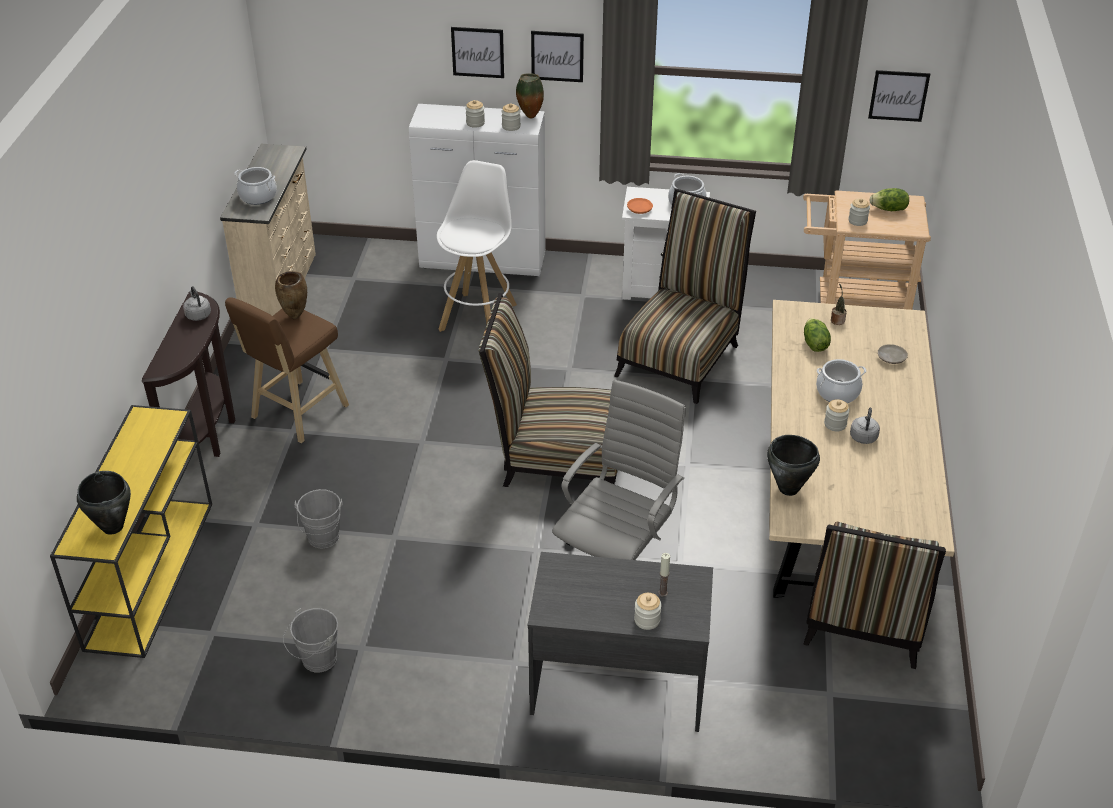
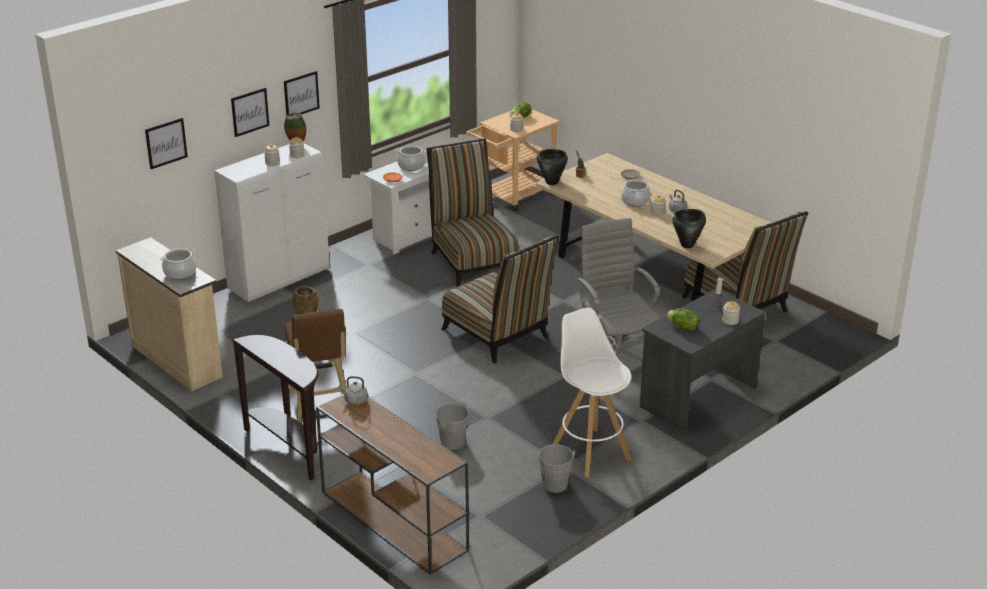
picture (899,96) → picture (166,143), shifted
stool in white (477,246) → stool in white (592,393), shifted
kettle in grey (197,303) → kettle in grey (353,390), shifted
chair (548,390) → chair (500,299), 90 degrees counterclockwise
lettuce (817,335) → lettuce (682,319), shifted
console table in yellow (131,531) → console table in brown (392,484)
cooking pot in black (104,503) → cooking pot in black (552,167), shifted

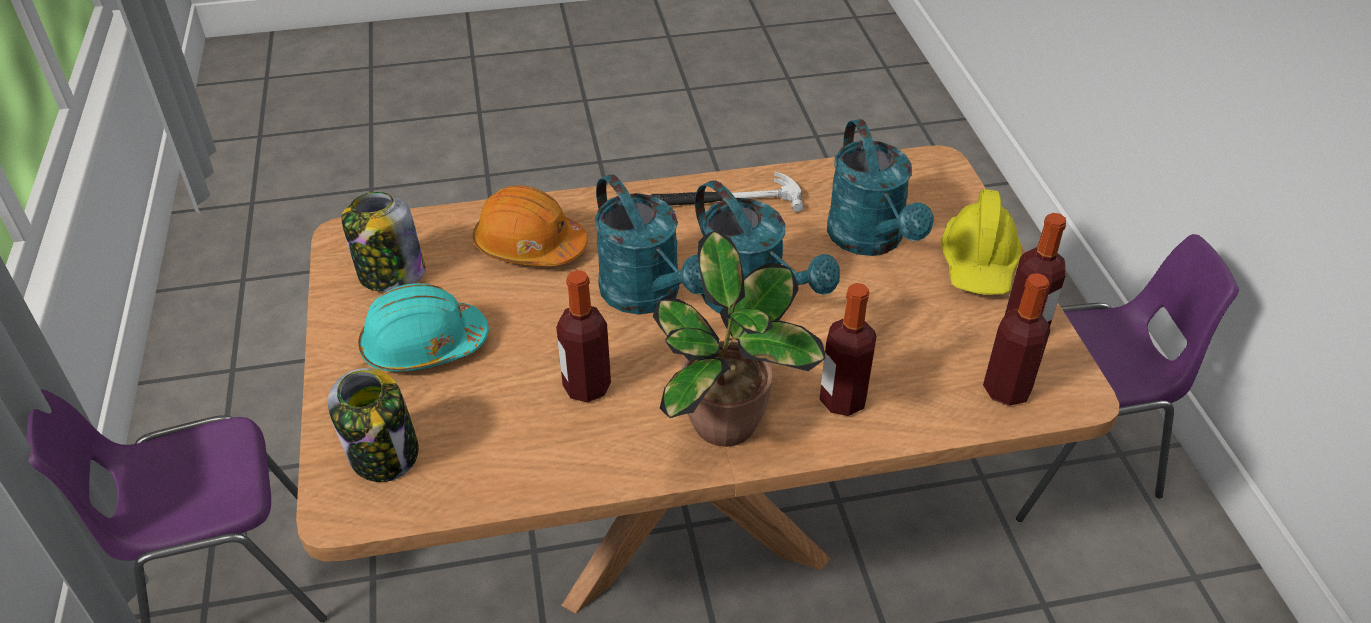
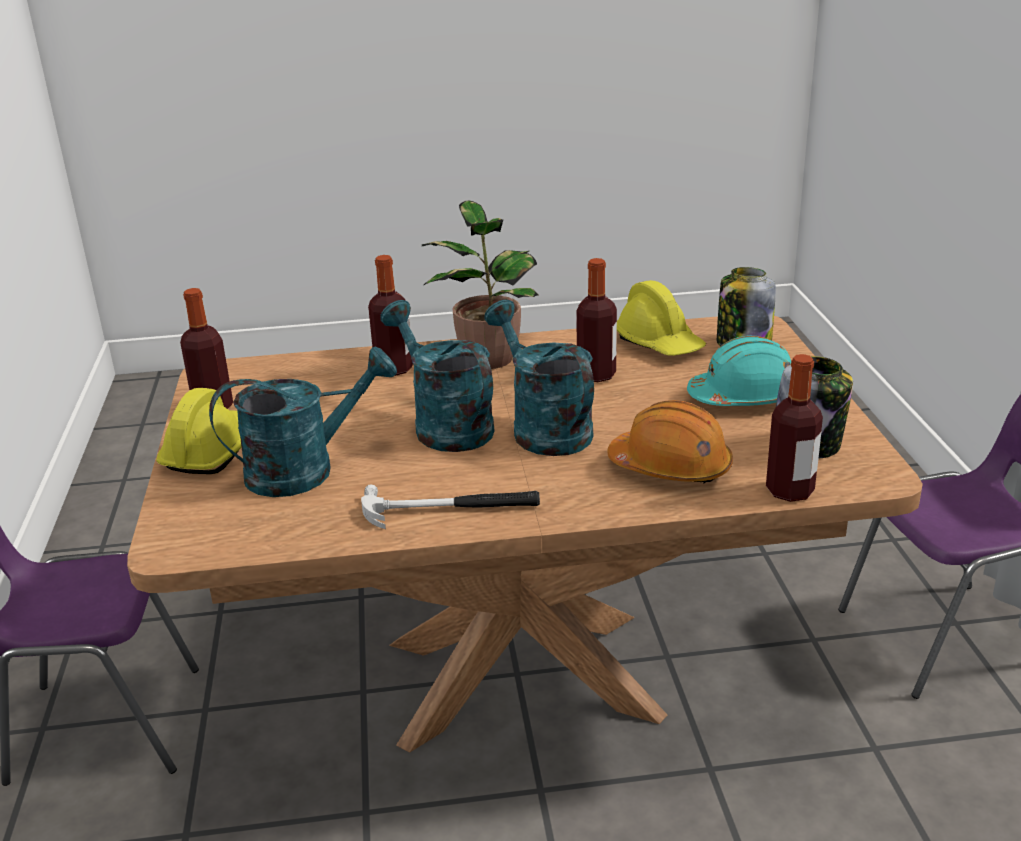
watering can in turquoise (880,187) → watering can in turquoise (303,422), 75 degrees clockwise
bottle (1016,339) → bottle (794,428), shifted
- → hard hat in yellow (661,318)

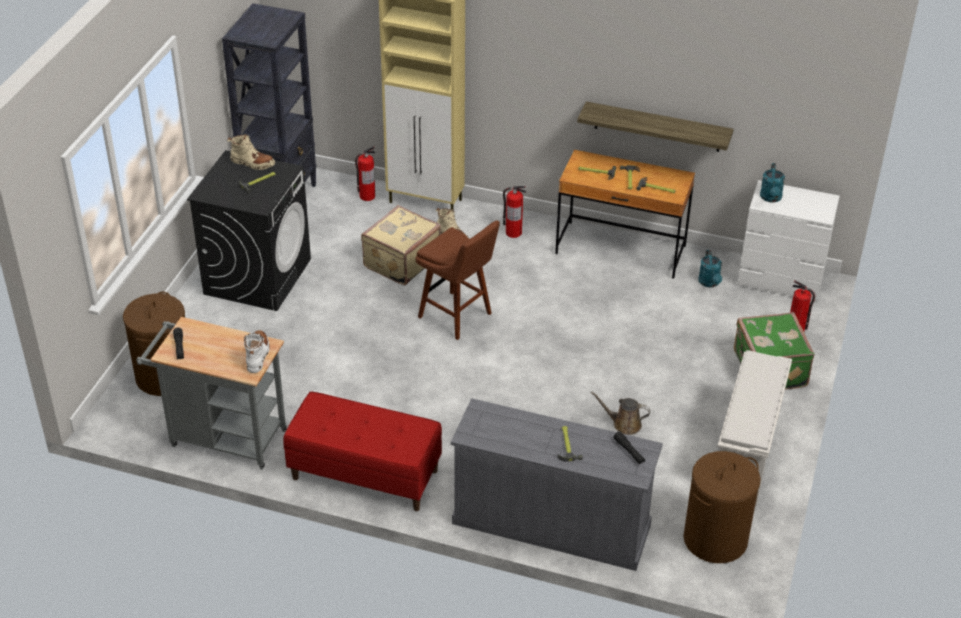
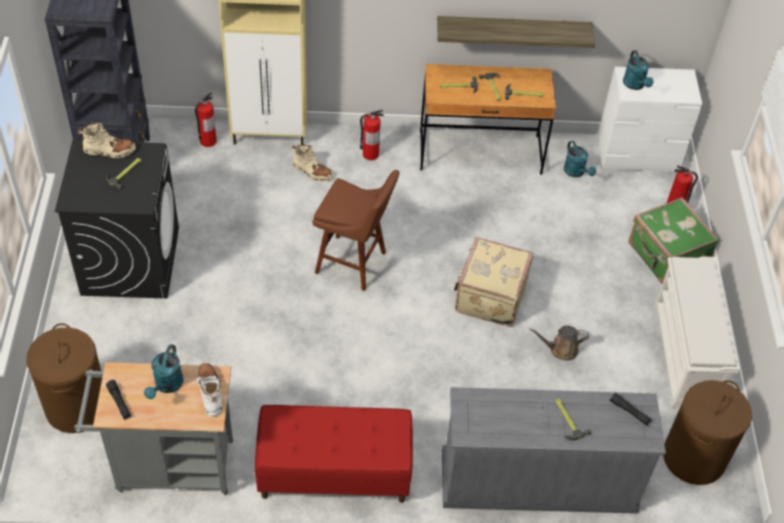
suitcase in beige (401,245) → suitcase in beige (493,282), shifted
- → watering can in turquoise (163,371)

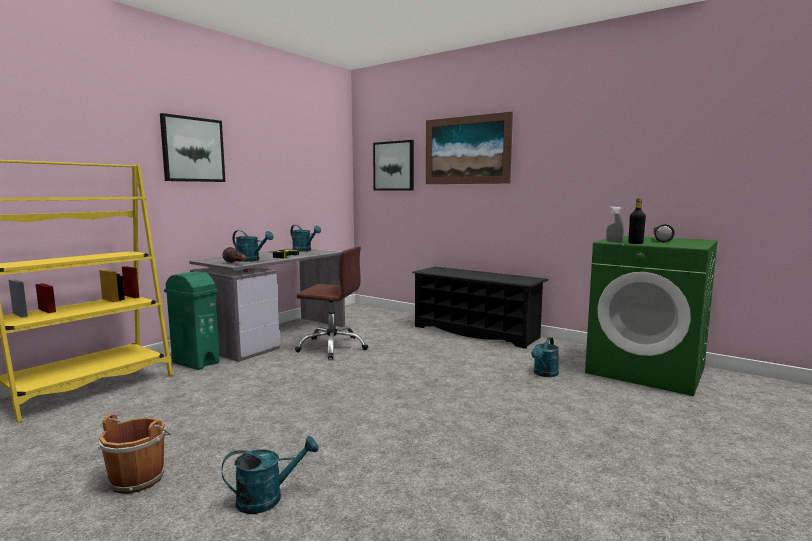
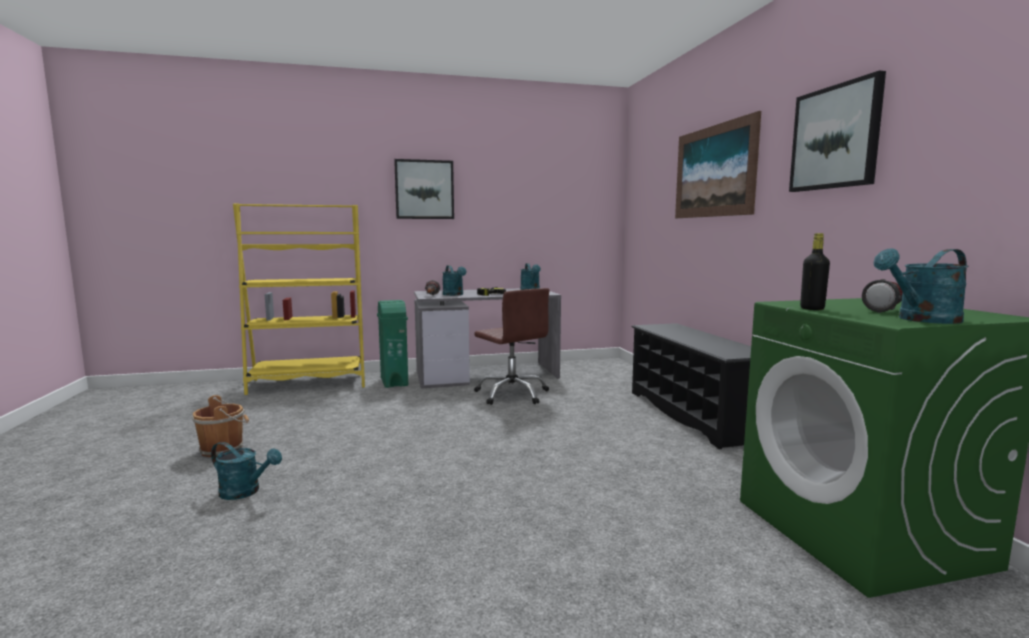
picture (393,165) → picture (837,131), shifted
spray bottle in grey (615,224) → -
watering can in turquoise (545,357) → watering can in turquoise (921,286), shifted

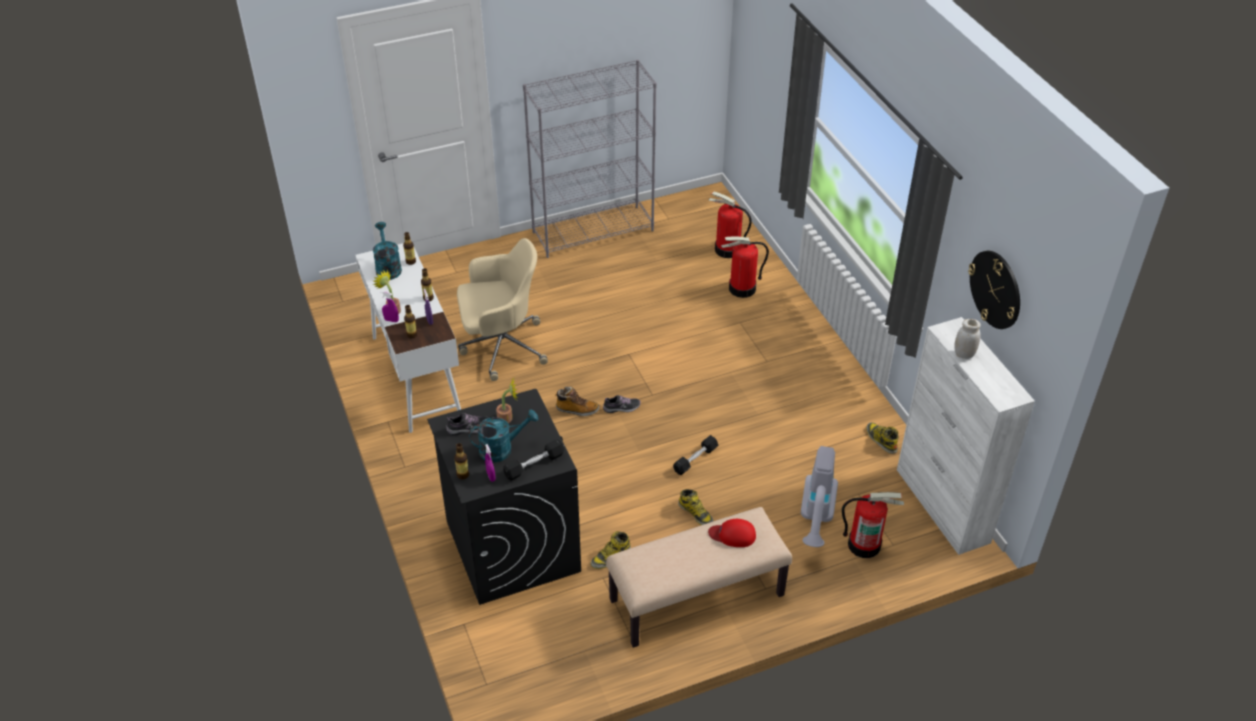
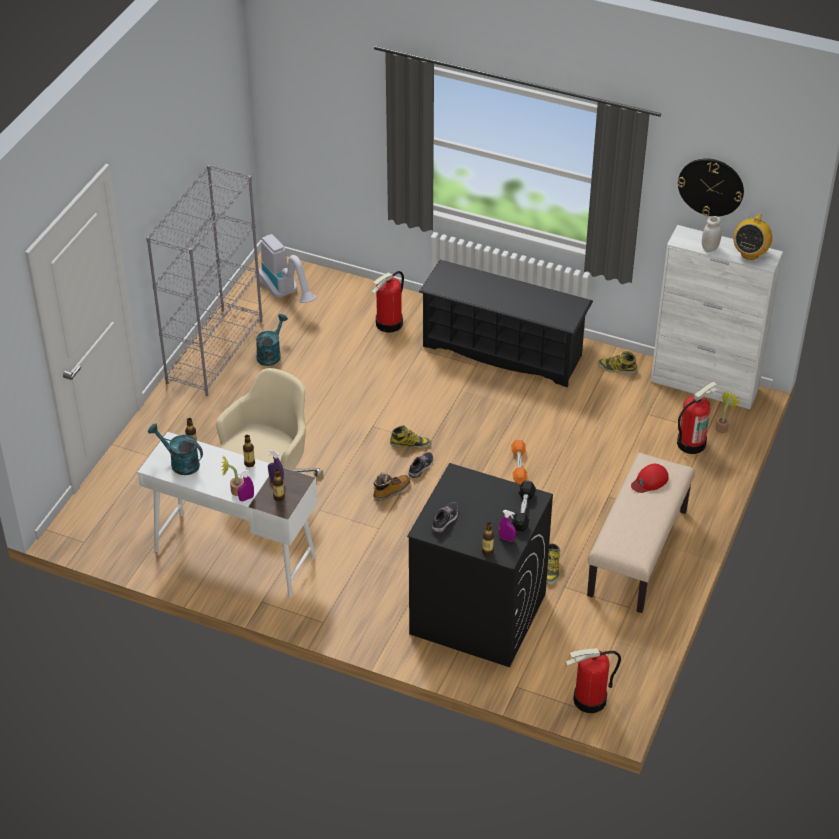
fire extinguisher (730,224) → fire extinguisher (593,680), shifted
potted plant (507,400) → potted plant (727,412), shifted
watering can in turquoise (503,435) → watering can in turquoise (272,340), shifted
dumbbell in black (695,455) → dumbbell in orange (519,462)
vacuum cleaner (819,496) → vacuum cleaner (287,268), shifted
boot (696,507) → boot (410,437), shifted
- → radio (752,235)
- → shoe rack in black (506,323)

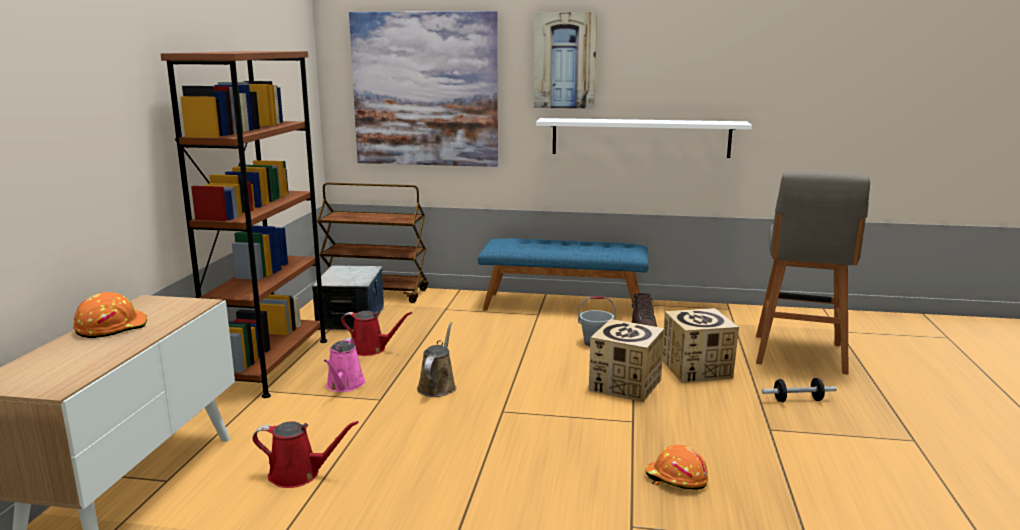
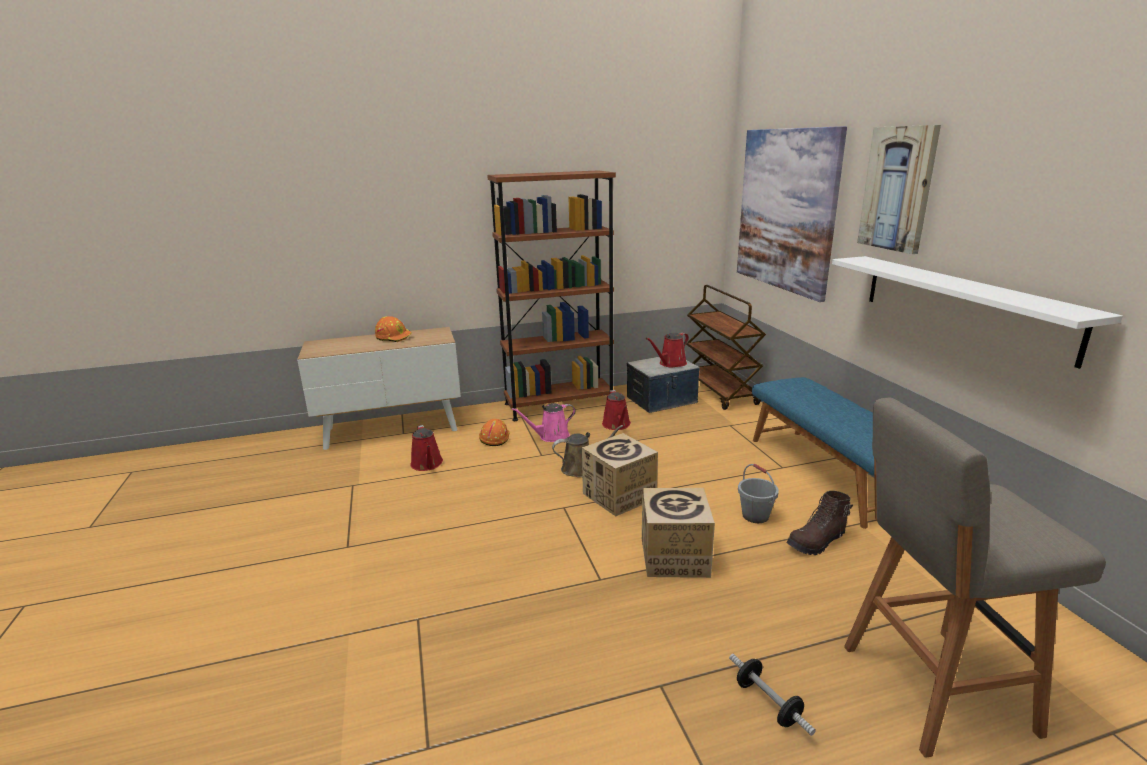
cardboard box (700,345) → cardboard box (620,474), shifted
hard hat in orange (676,467) → hard hat in orange (494,432), shifted
- → watering can in red (667,350)

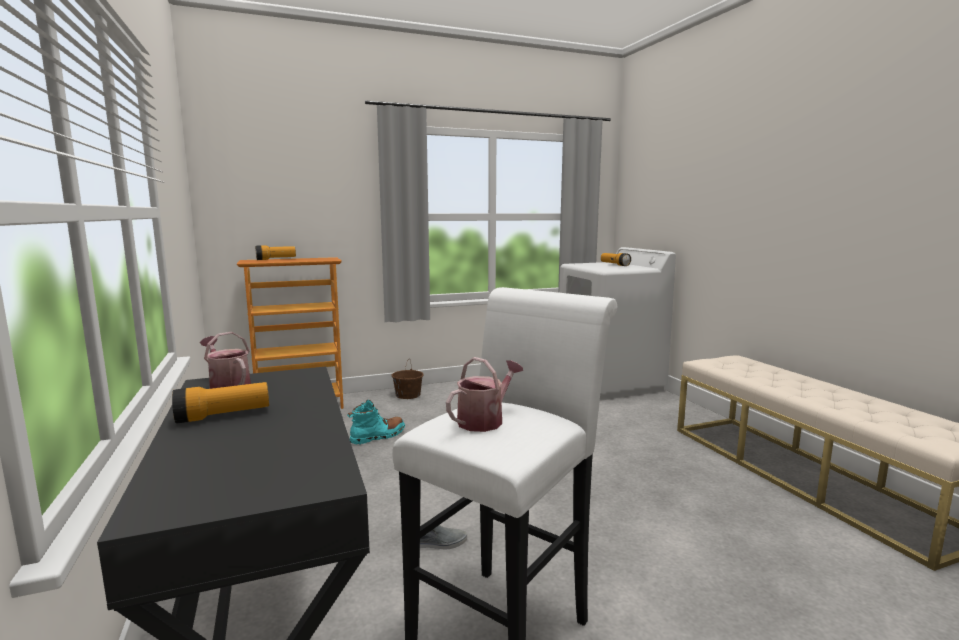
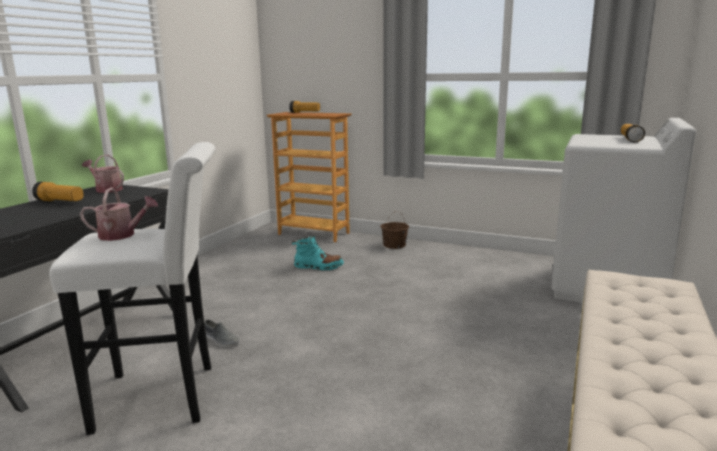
watering can (225,360) → watering can (103,174), 60 degrees counterclockwise

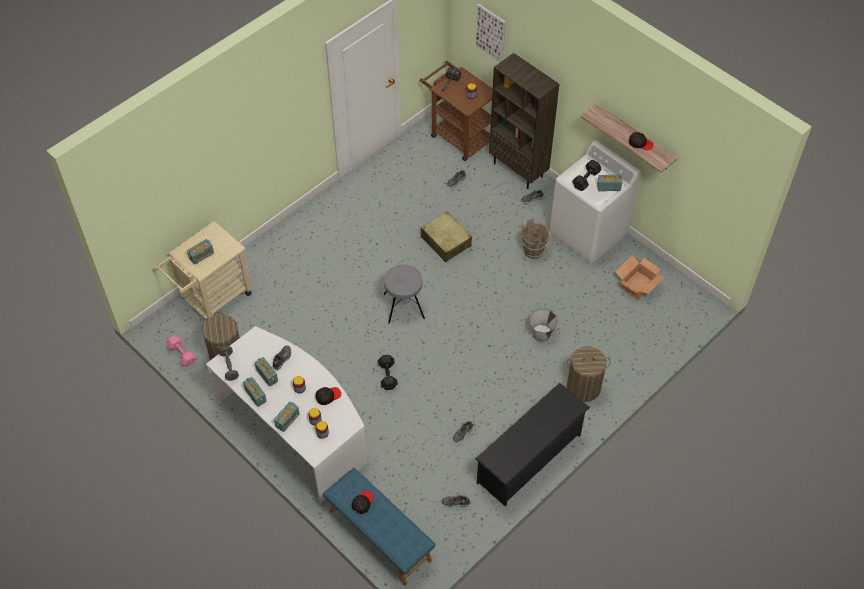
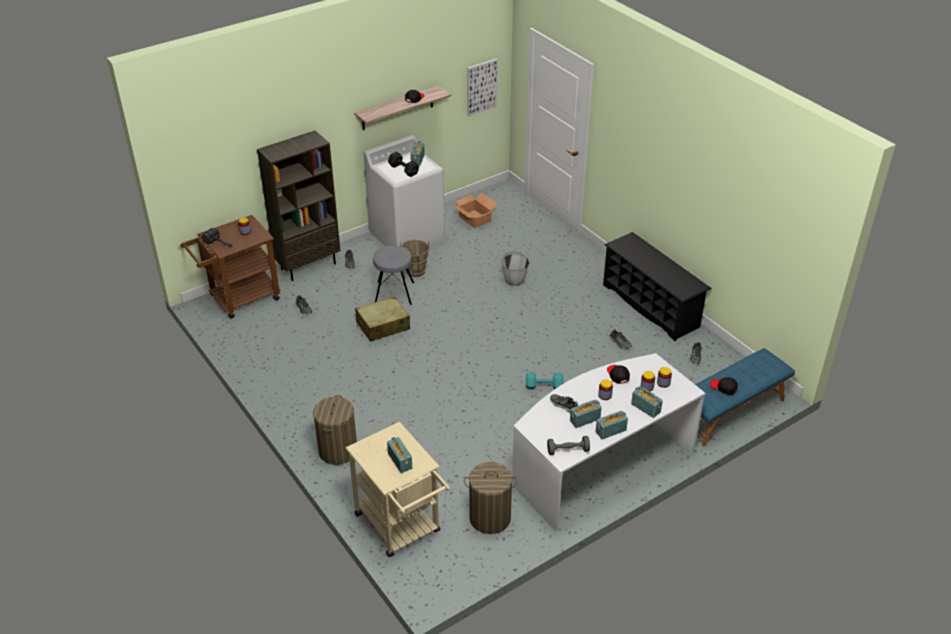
picture (491,33) → picture (482,87), shifted
stool in grey (404,294) → stool in grey (393,275), shifted
dumbbell in pink (181,351) → -
laundry basket (589,374) → laundry basket (335,430), shifted
dumbbell in black (388,372) → dumbbell in turquoise (545,380)

